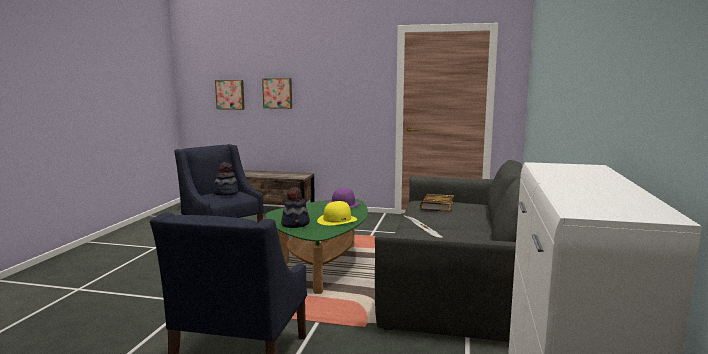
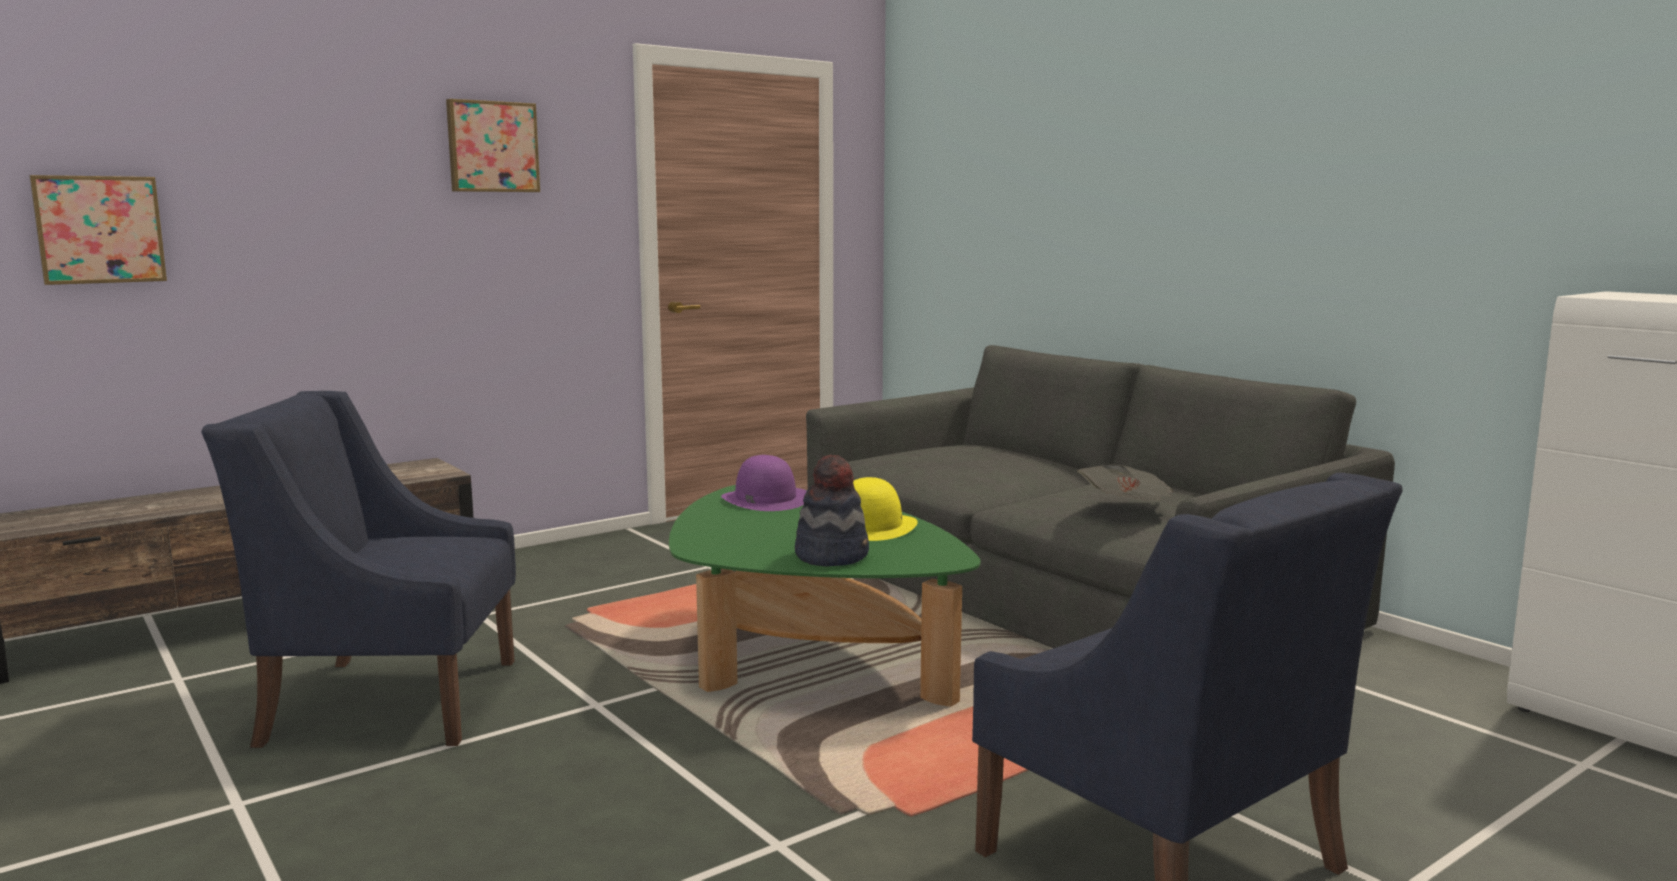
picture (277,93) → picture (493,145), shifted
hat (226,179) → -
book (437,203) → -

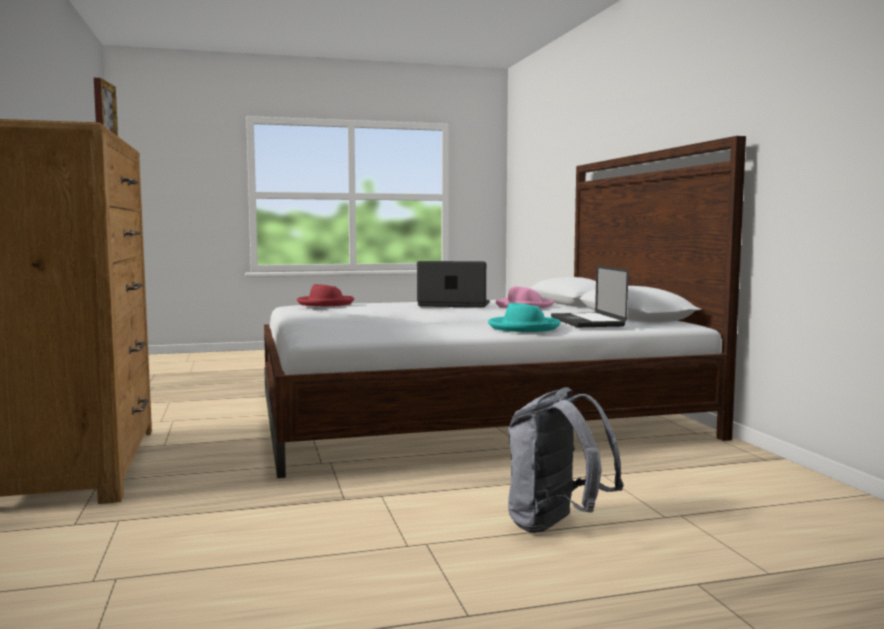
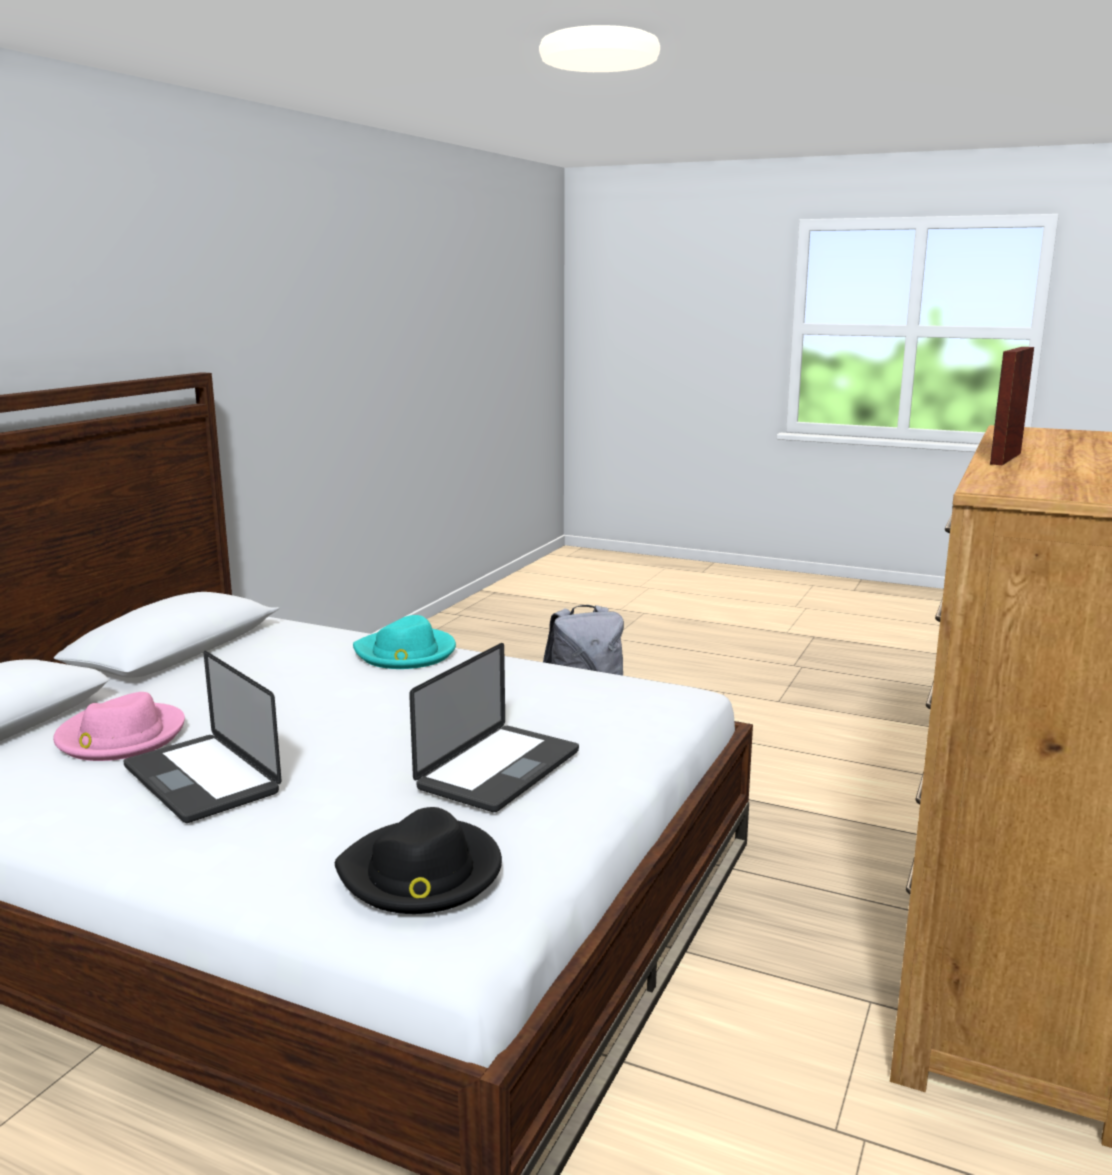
laptop (589,296) → laptop (494,727), shifted
hat in red (325,295) → hat in black (418,860)

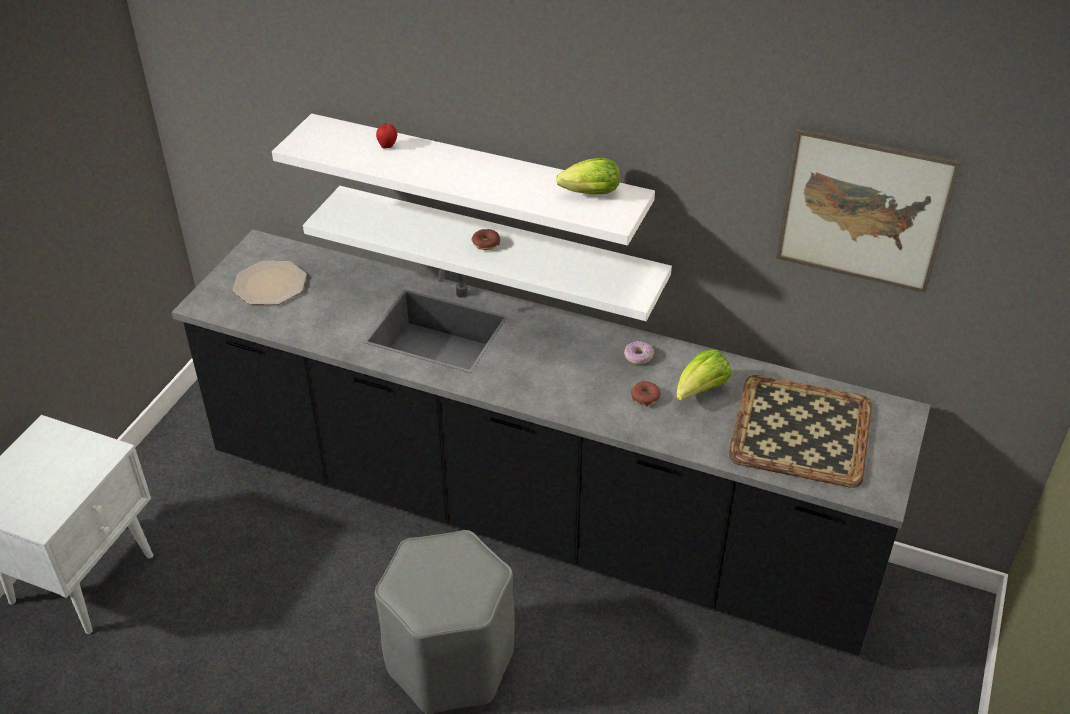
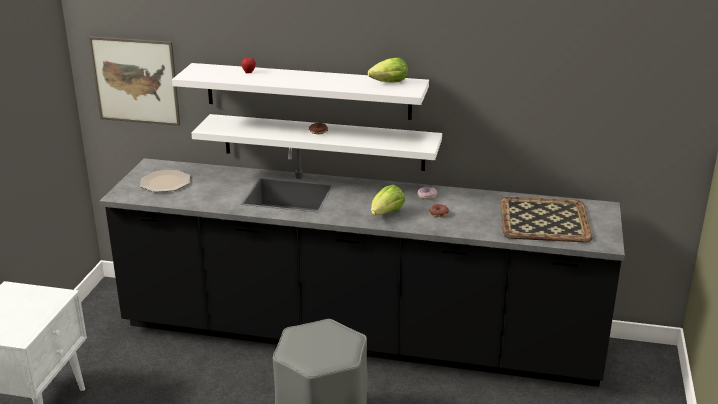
picture (868,210) → picture (135,81), shifted
lettuce (703,375) → lettuce (388,200), shifted

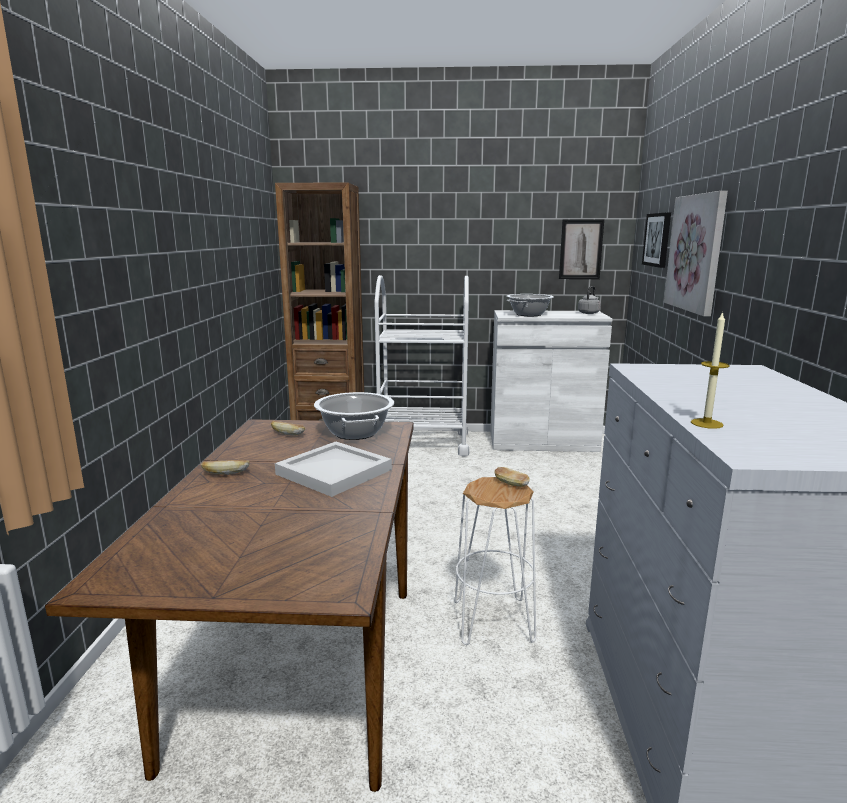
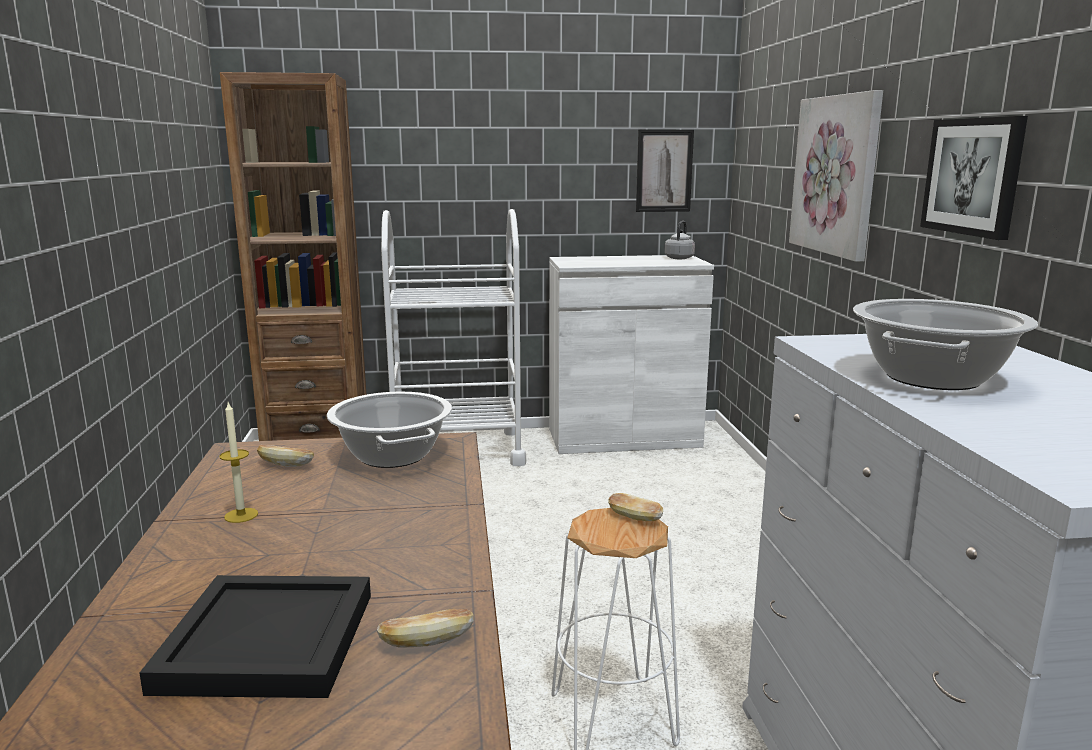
picture (656,240) → picture (974,178), shifted
cooking pot (530,305) → cooking pot (945,344), shifted
candle (710,370) → candle (238,463), shifted
tray in white (333,469) → -
bread (225,467) → bread (425,628), shifted
- → tray in black (255,636)

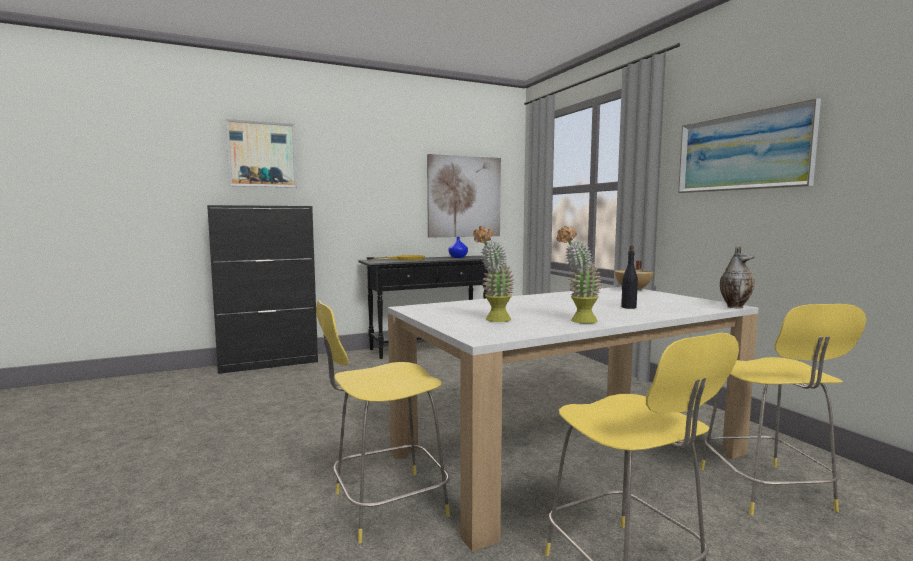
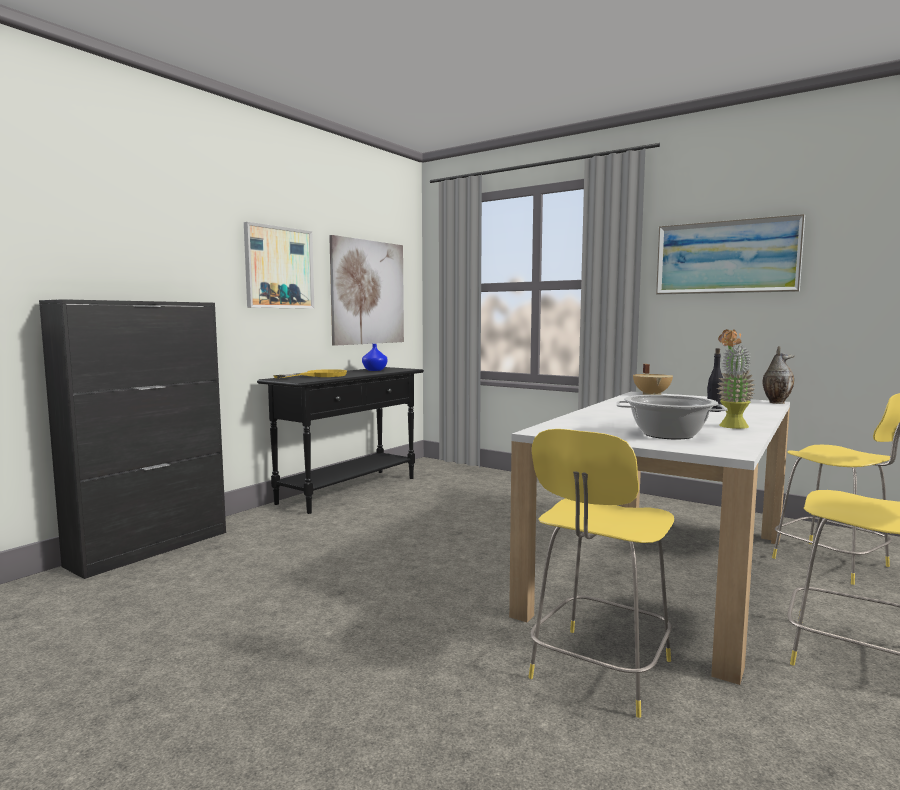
picture (261,153) → picture (279,265), shifted
potted plant (493,274) → cooking pot (671,417)

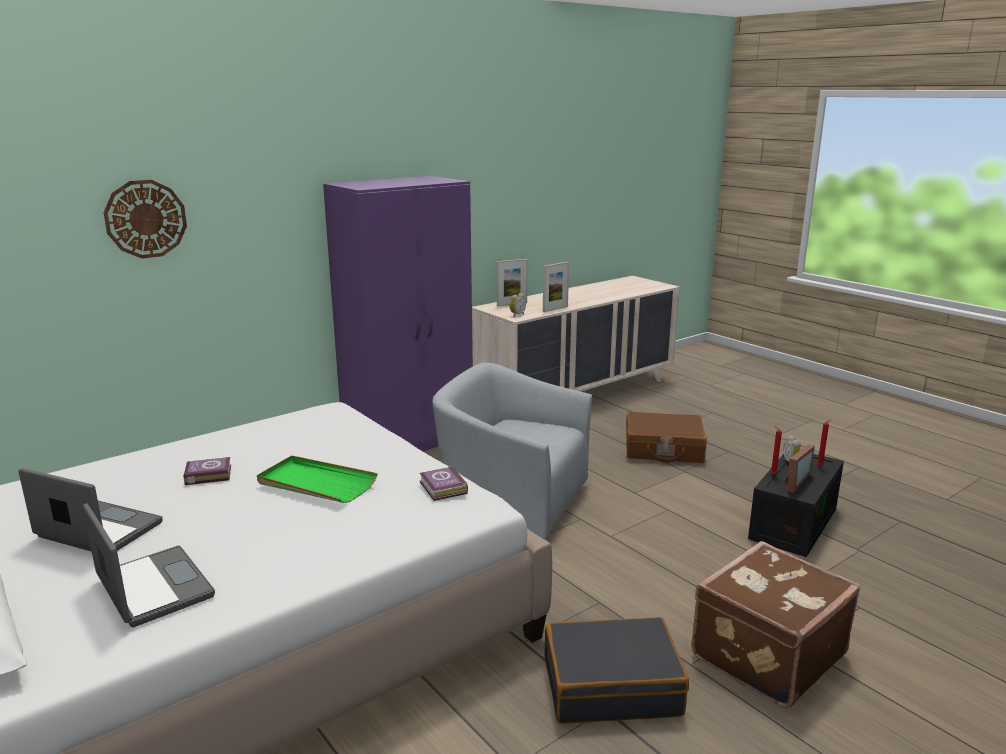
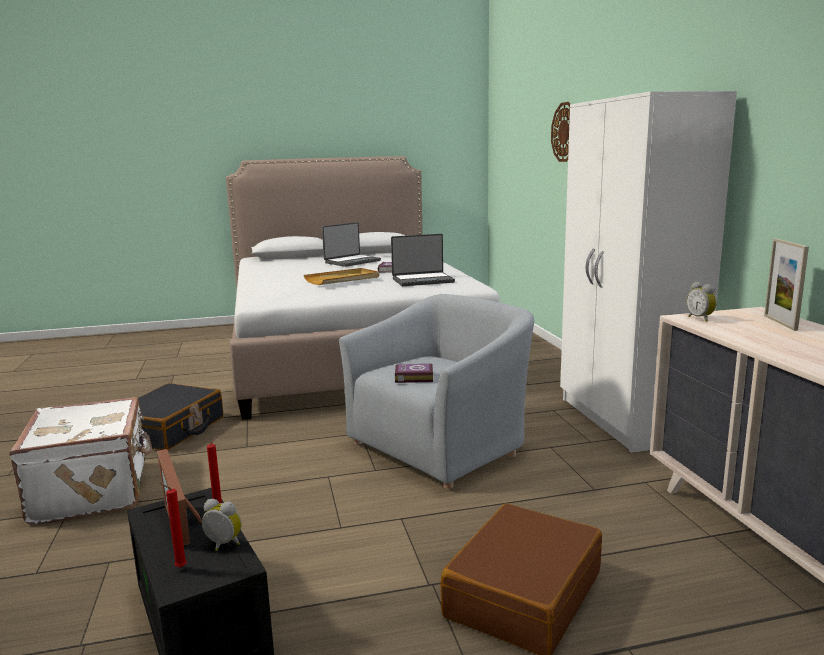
wardrobe in purple (398,313) → wardrobe in white (648,272)
picture frame (556,287) → -
tray in green (317,479) → tray in beige (341,276)
book (444,483) → book (414,373), shifted
laptop (149,565) → laptop (423,260), shifted
suitcase in brown (775,624) → suitcase in white (81,461)

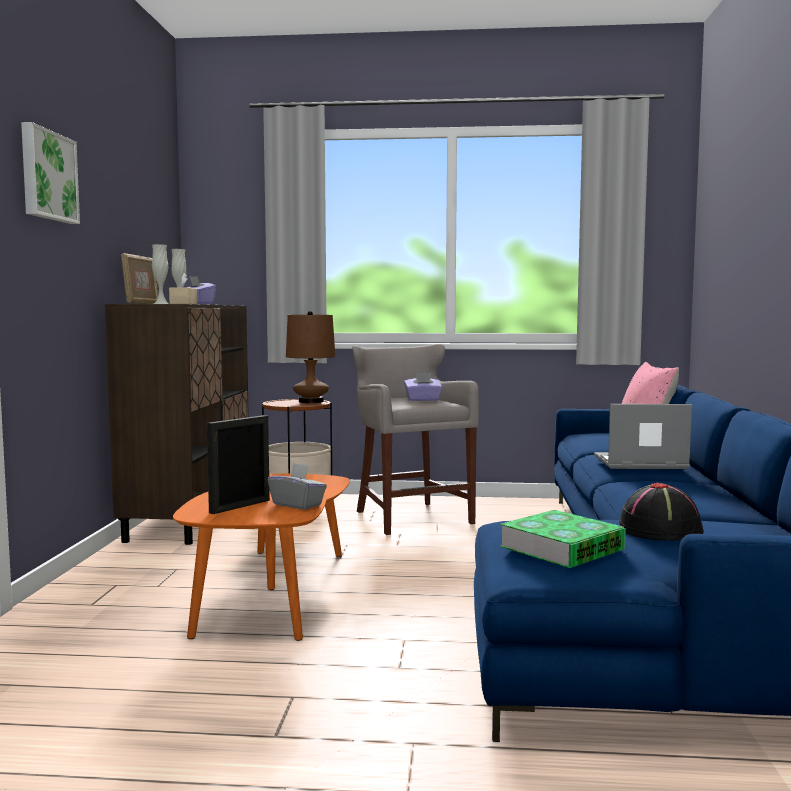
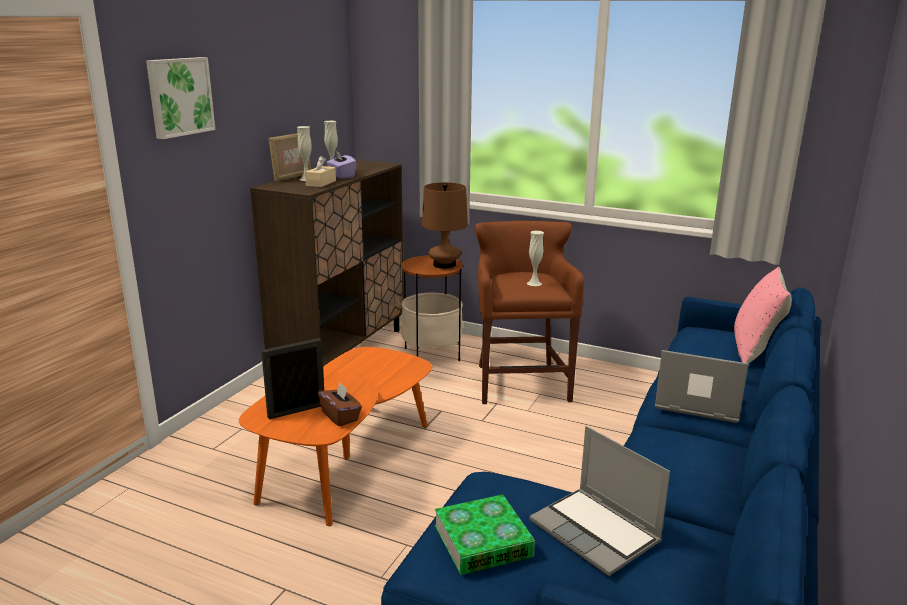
stool in grey (415,439) → stool in brown (529,312)
tissue box in purple (423,387) → vase in white (535,258)
tissue box in grey (297,486) → tissue box in brown (340,404)
hat in black (661,511) → laptop (599,501)

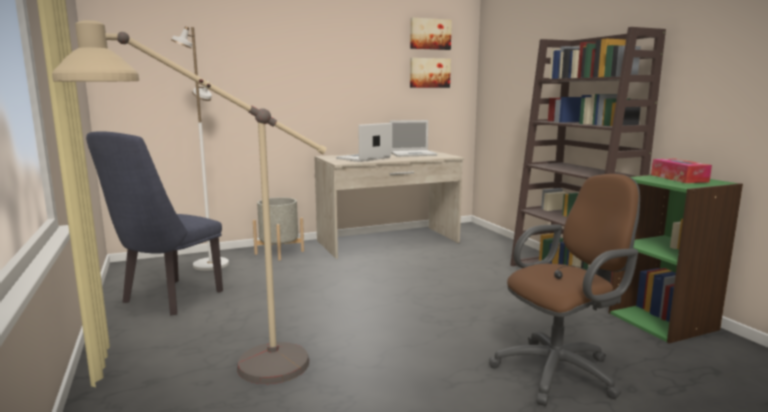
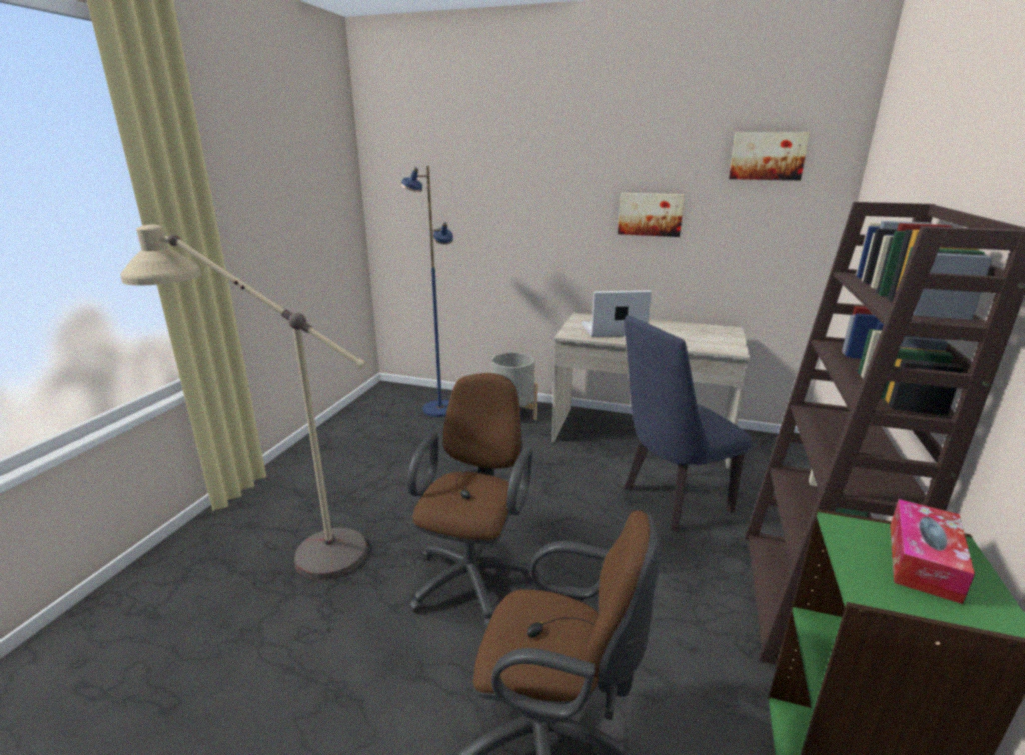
floor lamp in white (200,148) → floor lamp in blue (426,291)
picture (430,73) → picture (651,215), shifted
laptop (413,138) → -
chair in blue (154,223) → chair in blue (688,424), shifted
- → office chair in brown (470,501)

